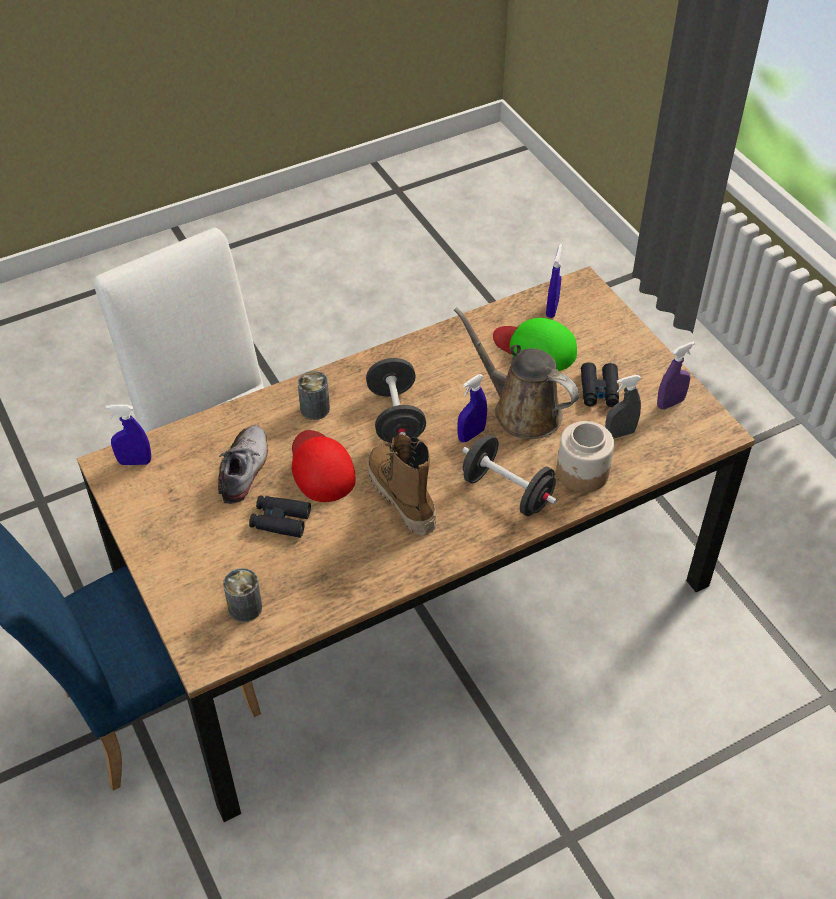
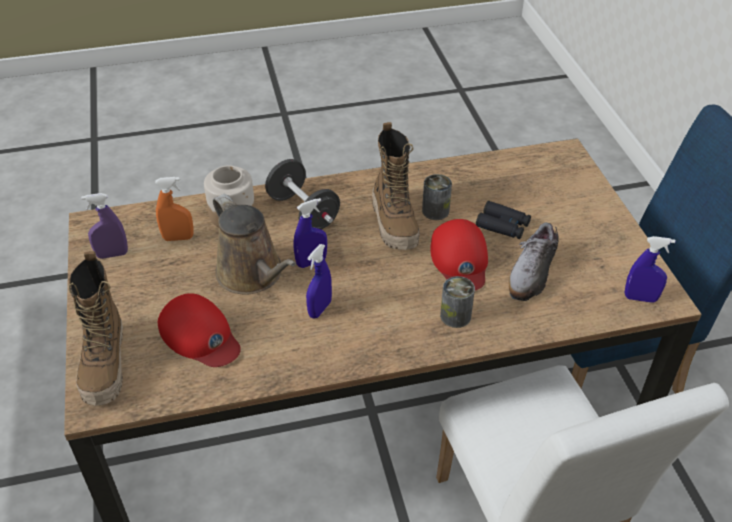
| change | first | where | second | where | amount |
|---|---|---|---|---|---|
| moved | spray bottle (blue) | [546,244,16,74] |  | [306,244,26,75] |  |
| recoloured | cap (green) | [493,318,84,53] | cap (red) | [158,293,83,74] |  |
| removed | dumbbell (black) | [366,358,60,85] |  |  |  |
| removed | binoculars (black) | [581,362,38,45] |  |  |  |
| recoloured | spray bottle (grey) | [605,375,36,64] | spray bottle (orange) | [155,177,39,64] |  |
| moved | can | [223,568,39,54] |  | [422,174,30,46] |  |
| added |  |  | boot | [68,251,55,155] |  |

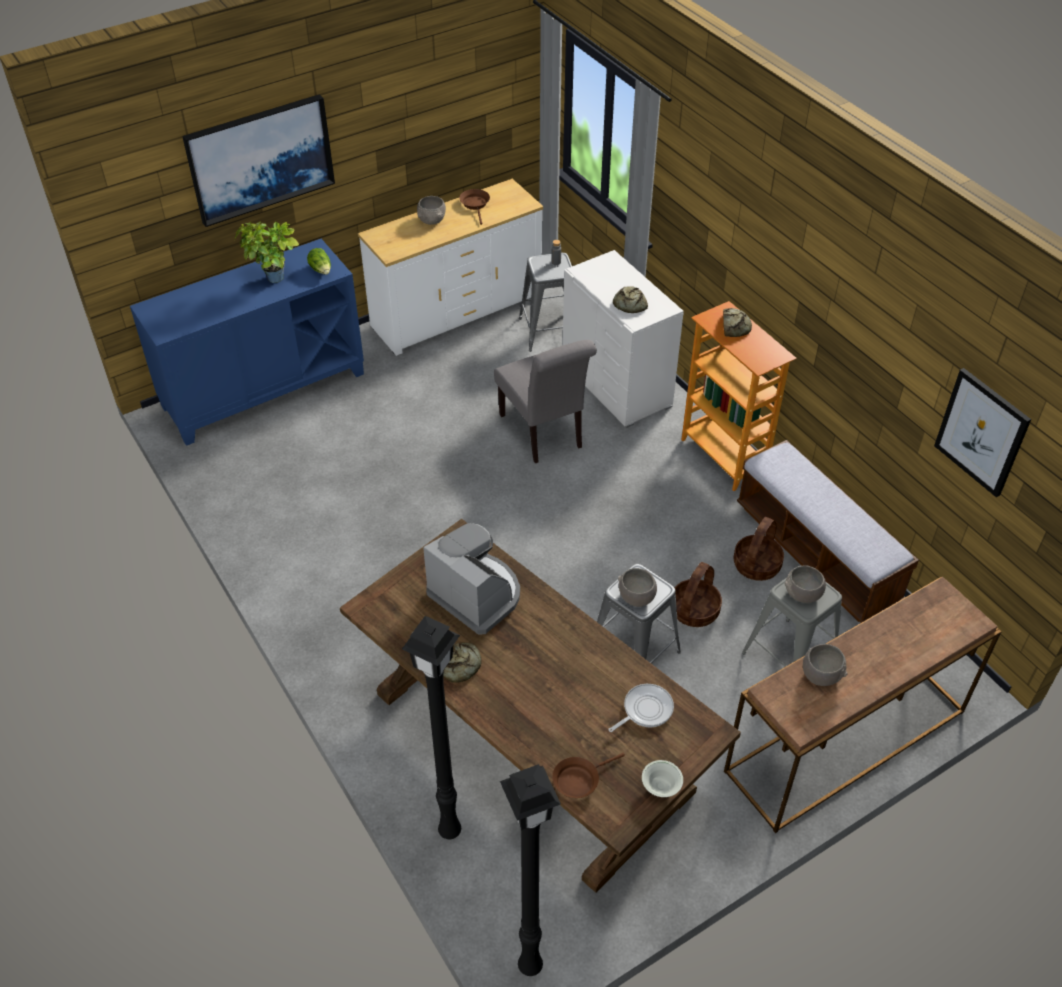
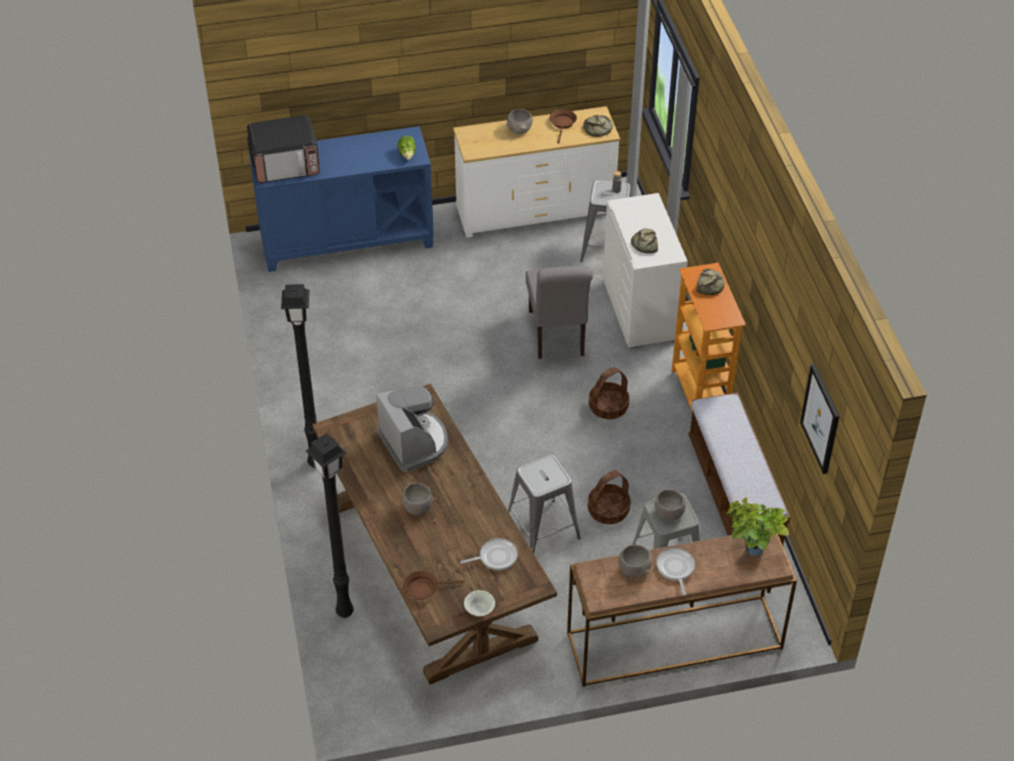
| change | first | where | second | where | amount |
|---|---|---|---|---|---|
| removed | picture | [182,94,153,133] |  |  |  |
| moved | potted plant | [234,221,65,62] |  | [726,497,63,59] |  |
| moved | basket | [734,517,50,64] |  | [589,367,40,52] |  |
| moved | bowl (grey) | [618,568,39,39] |  | [402,483,31,32] |  |
| moved | bread | [443,643,39,40] |  | [583,115,30,22] |  |
| moved | floor lamp (black) | [500,764,61,212] |  | [281,284,37,184] |  |
| added |  |  | microwave | [247,115,73,68] |  |
| added |  |  | frying pan | [656,548,39,48] |  |

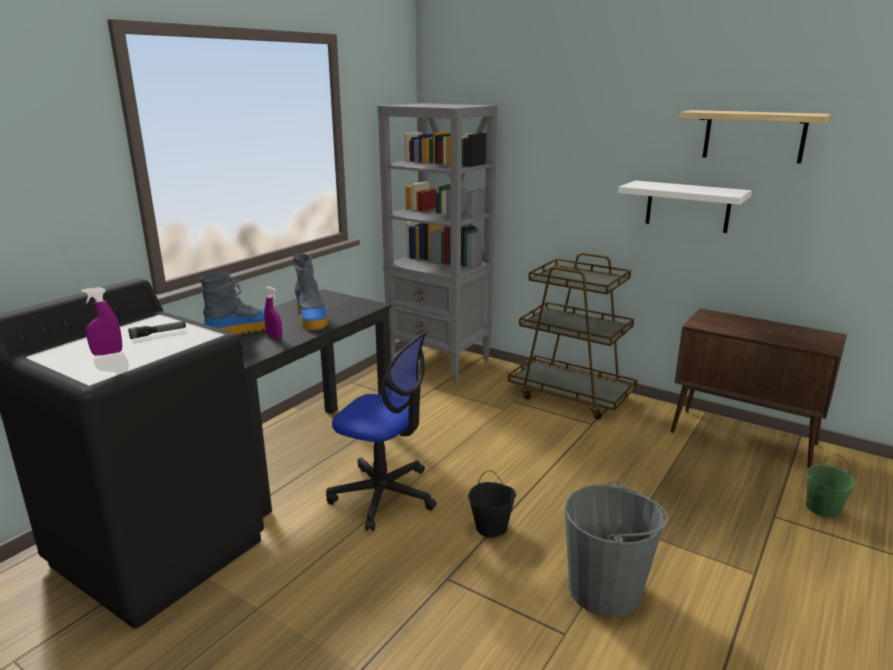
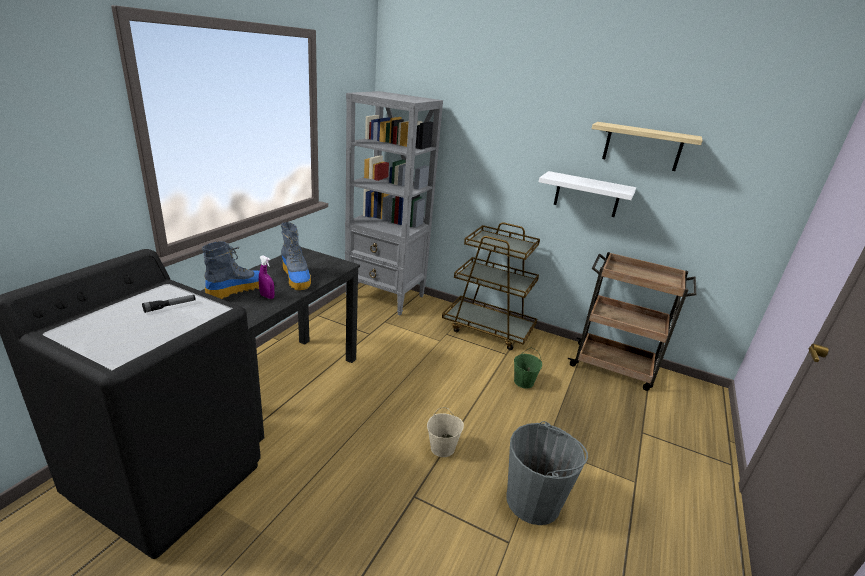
| change | first | where | second | where | amount |
|---|---|---|---|---|---|
| removed | spray bottle (purple) | [81,287,41,69] |  |  |  |
| replaced | cabinet (brown) | [671,308,176,161] | cart (brown) | [568,252,128,139] |  |
| removed | office chair | [326,331,111,200] |  |  |  |
| moved | bucket (green) | [806,454,49,64] |  | [514,348,28,40] |  |
| recoloured | bucket (black) | [468,471,48,66] | bucket (beige) | [427,408,37,49] |  |

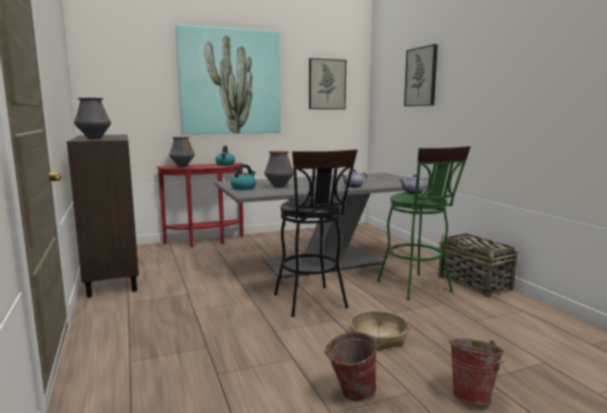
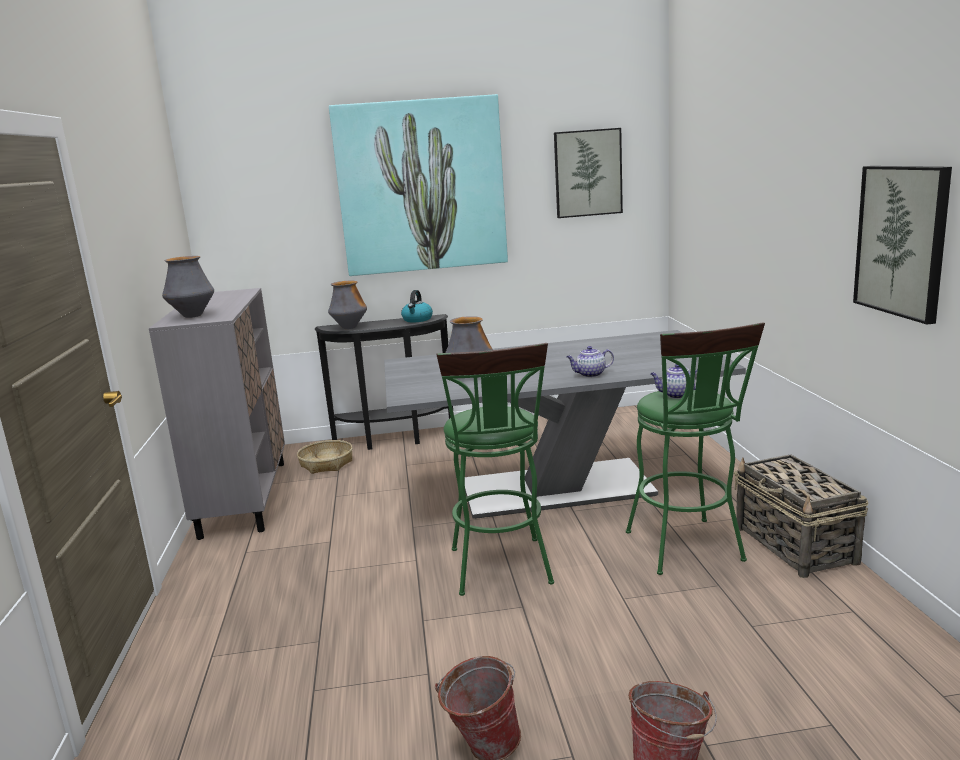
| change | first | where | second | where | amount |
|---|---|---|---|---|---|
| moved | picture | [404,44,34,62] |  | [853,166,99,159] |  |
| recoloured | cabinet (brown) | [67,135,72,163] | cabinet (grey) | [149,288,136,252] |  |
| recoloured | stool (black) | [274,149,83,168] | stool (green) | [436,343,118,253] |  |
| recoloured | console table (red) | [157,163,87,84] | console table (black) | [315,314,138,136] |  |
| removed | kettle | [231,164,25,26] |  |  |  |
| moved | basket | [350,311,59,40] |  | [297,440,56,34] |  |

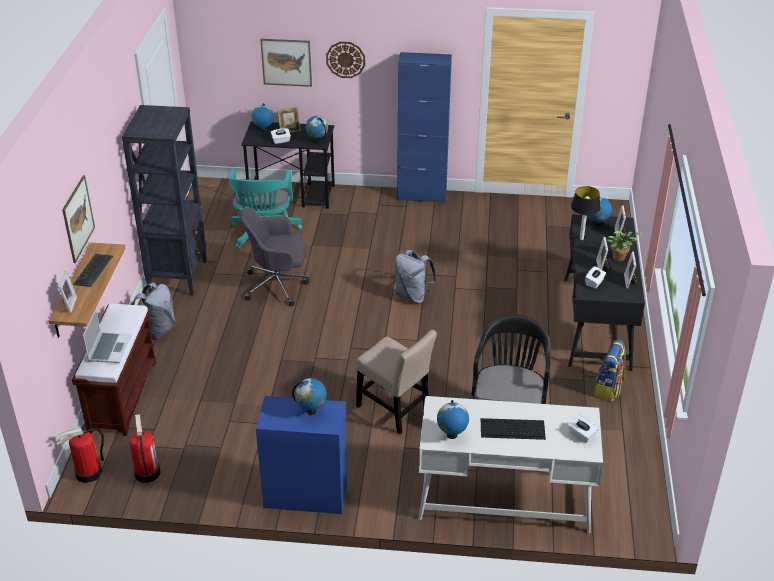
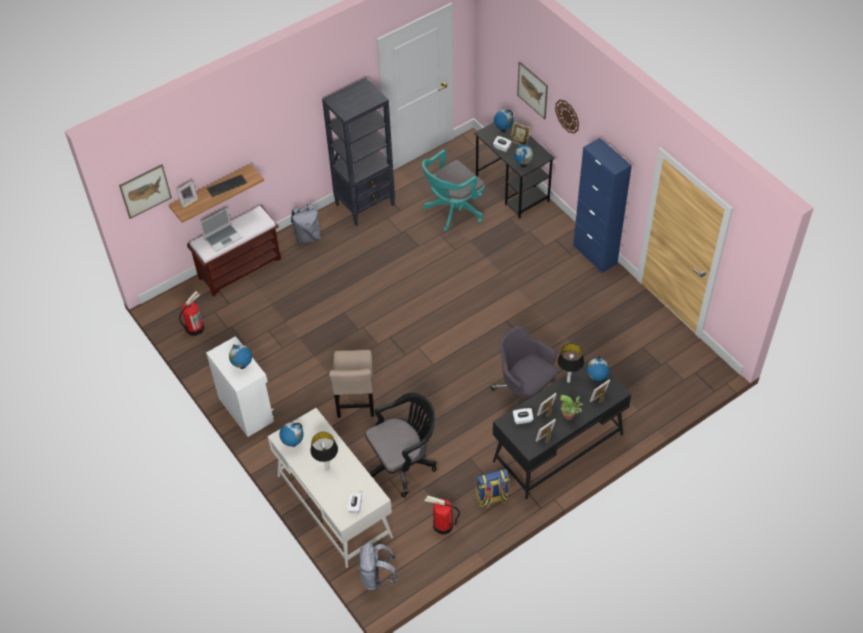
| change | first | where | second | where | amount |
|---|---|---|---|---|---|
| moved | picture | [62,175,33,88] |  | [119,164,53,55] |  |
| moved | office chair (grey) | [241,206,68,100] |  | [490,326,69,81] |  |
| moved | backpack (grey) | [395,250,42,54] |  | [359,542,38,48] |  |
| recoloured | cabinet (blue) | [256,396,91,118] | cabinet (white) | [206,336,70,101] |  |
| replaced | keyboard | [481,418,65,22] | table lamp | [310,432,28,38] |  |
| moved | fire extinguisher | [57,428,47,55] |  | [425,495,35,39] |  |

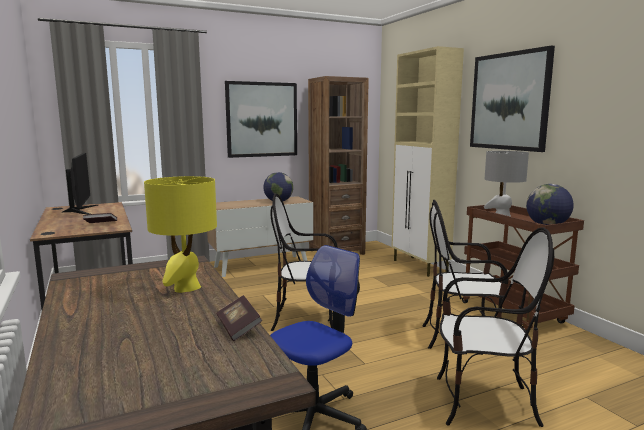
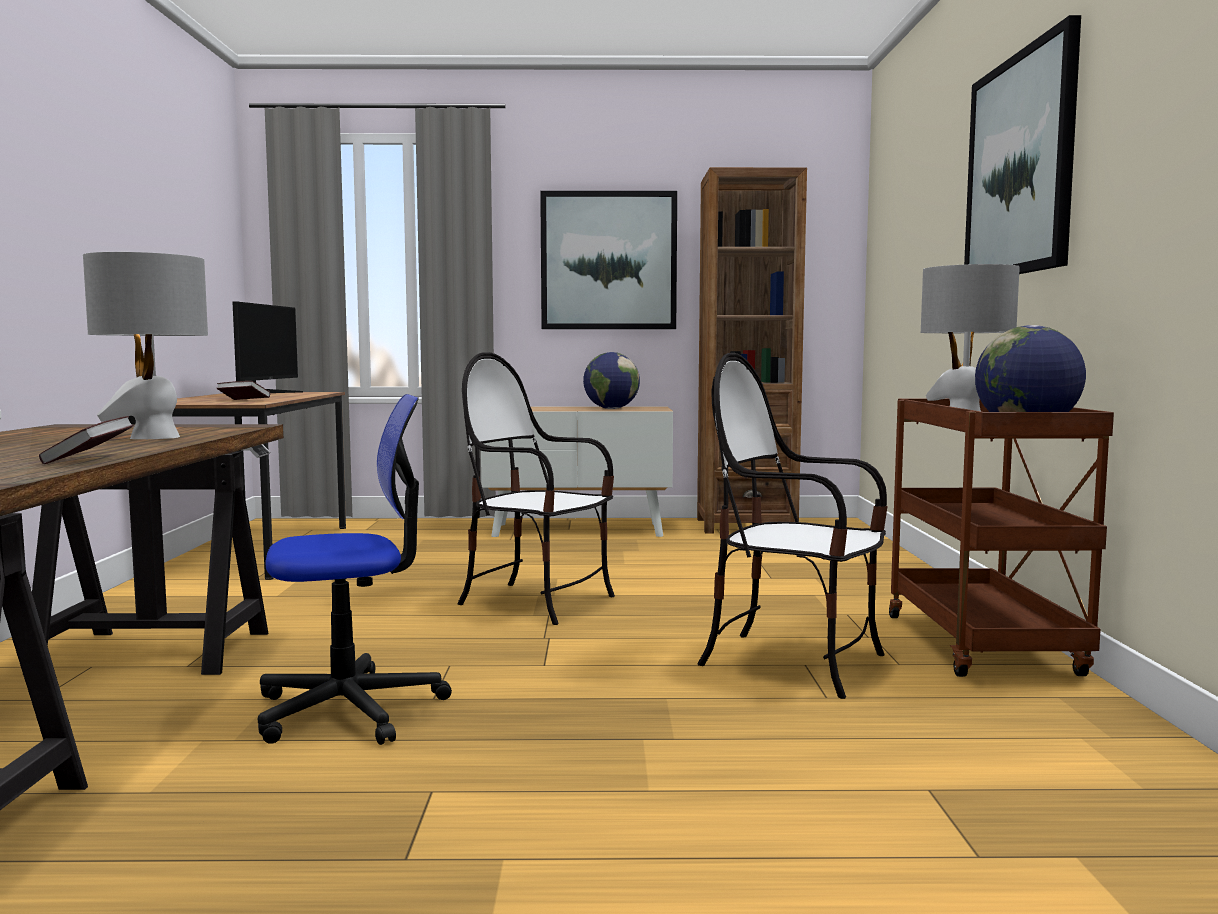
| change | first | where | second | where | amount |
|---|---|---|---|---|---|
| removed | cabinet (beige) | [391,46,73,231] |  |  |  |
| recoloured | table lamp (yellow) | [144,176,73,117] | table lamp (grey) | [83,252,125,187] |  |
| removed | chair | [437,227,117,200] |  |  |  |

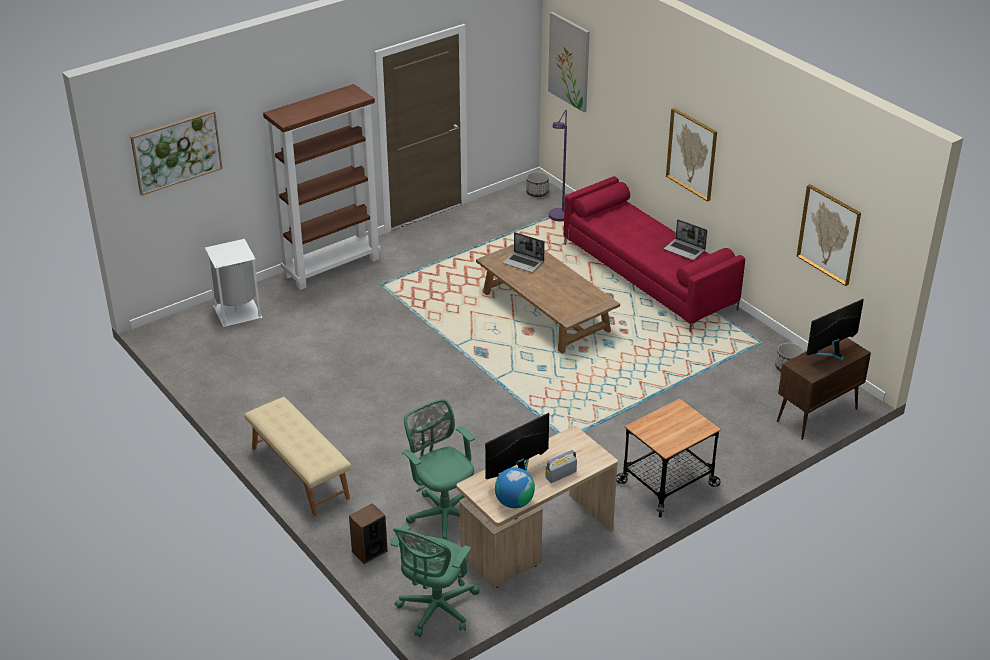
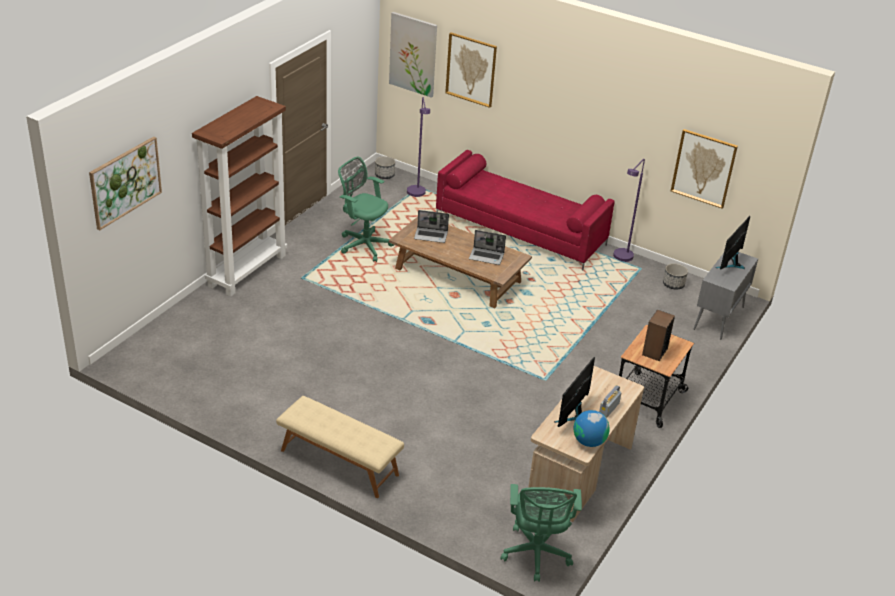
| change | first | where | second | where | amount |
|---|---|---|---|---|---|
| moved | picture | [666,108,51,94] |  | [445,33,52,75] |  |
| moved | laptop | [664,219,43,41] |  | [469,230,37,35] |  |
| removed | trash can (white) | [205,239,58,88] |  |  |  |
| recoloured | cabinet (brown) | [777,338,94,102] | cabinet (grey) | [694,252,64,88] |  |
| moved | office chair (green) | [402,399,73,141] |  | [338,157,56,105] |  |
| moved | speaker | [349,503,39,61] |  | [642,310,33,51] |  |
| added |  |  | floor lamp (purple) | [613,159,32,103] |  |

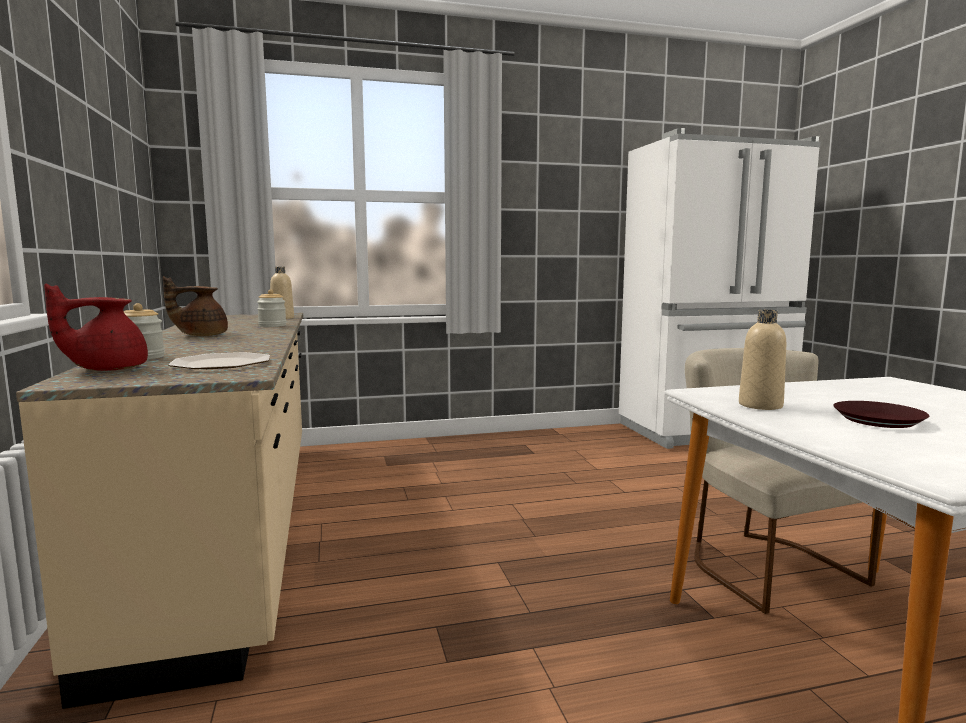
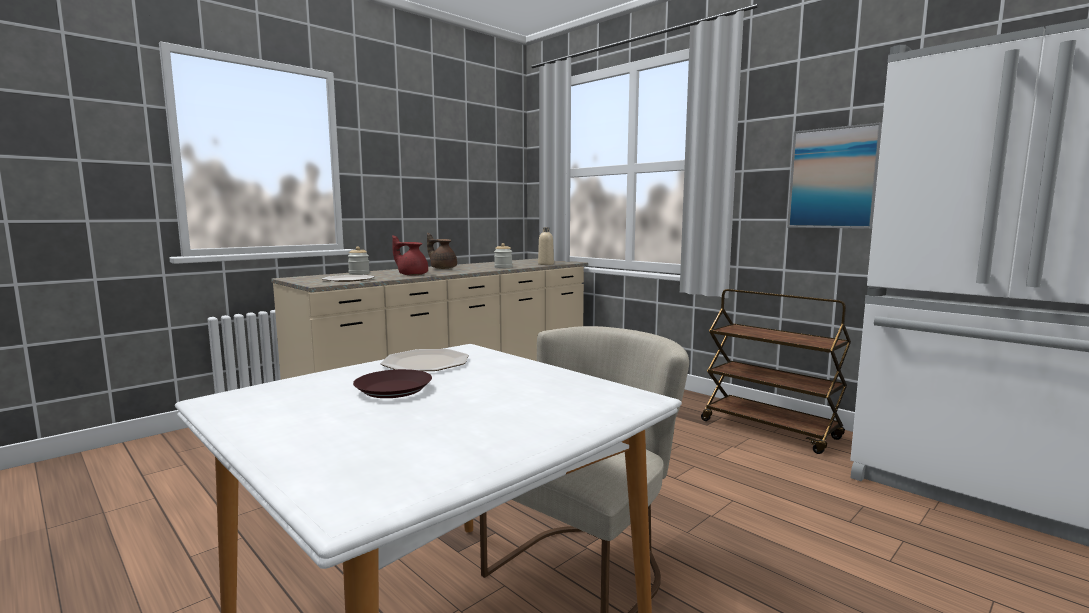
| change | first | where | second | where | amount |
|---|---|---|---|---|---|
| moved | teapot (red) | [44,284,104,87] |  | [392,235,36,41] |  |
| replaced | bottle (beige) | [739,310,47,100] | plate | [380,349,89,22] |  |
| added |  |  | picture | [787,122,95,107] |  |
| added |  |  | cart (brown) | [701,289,150,165] |  |

